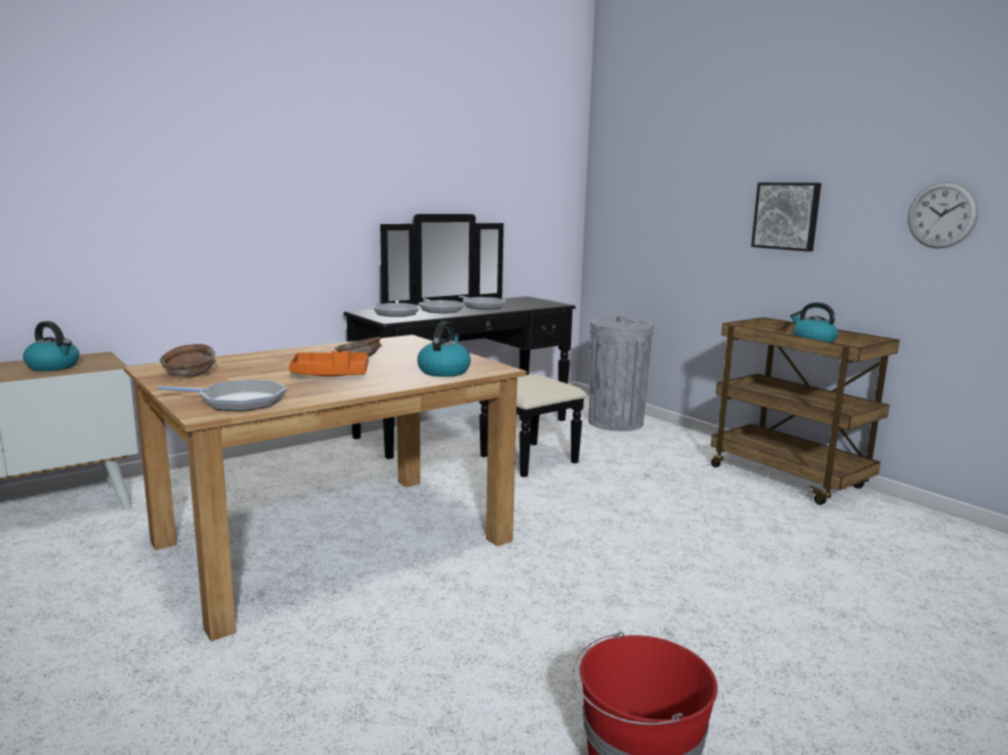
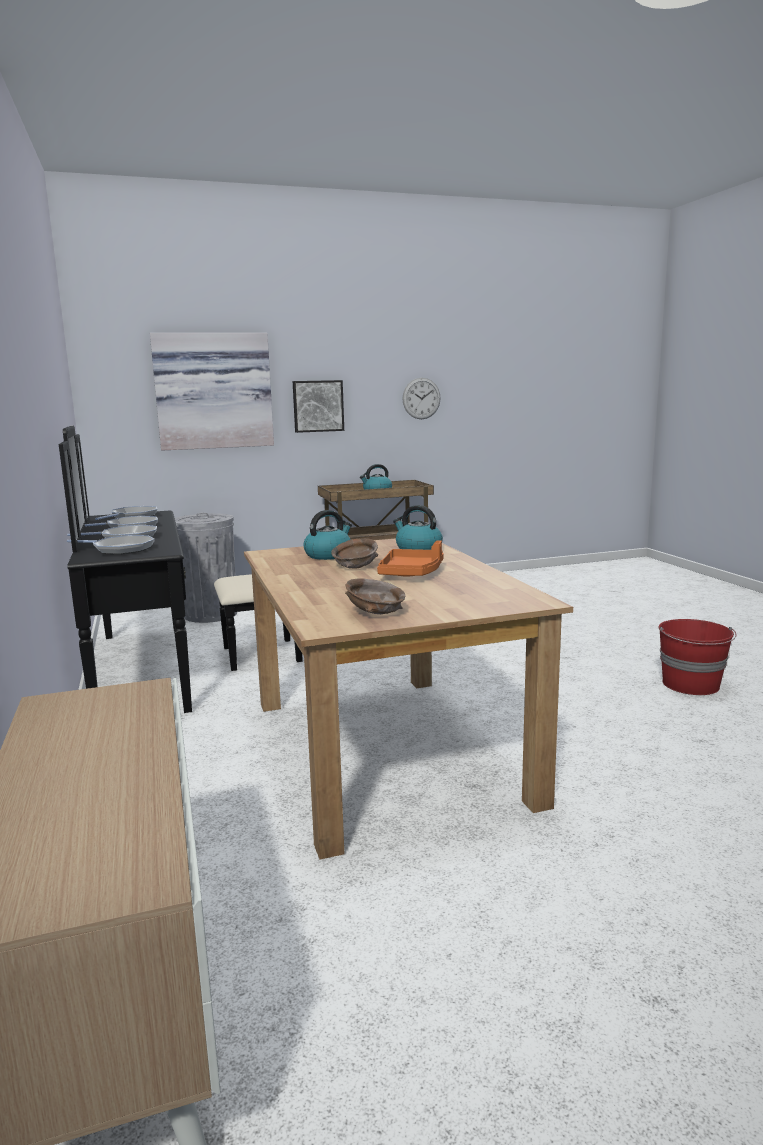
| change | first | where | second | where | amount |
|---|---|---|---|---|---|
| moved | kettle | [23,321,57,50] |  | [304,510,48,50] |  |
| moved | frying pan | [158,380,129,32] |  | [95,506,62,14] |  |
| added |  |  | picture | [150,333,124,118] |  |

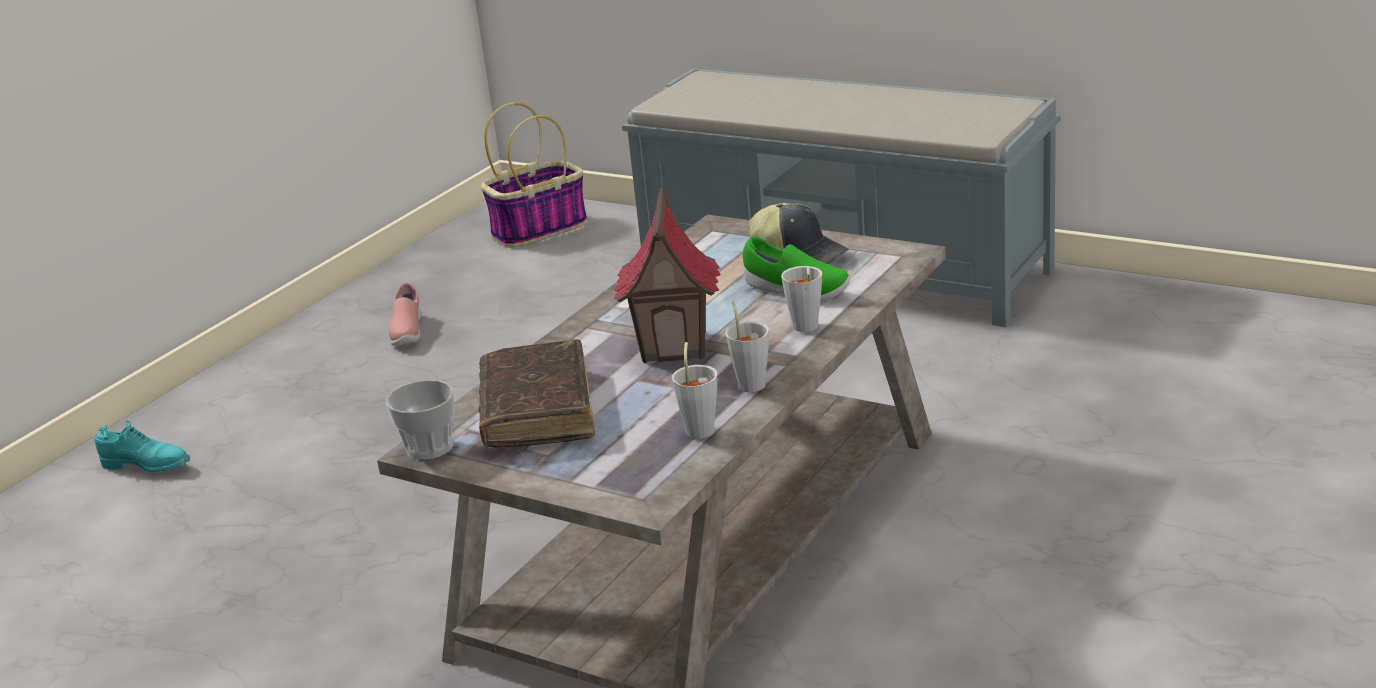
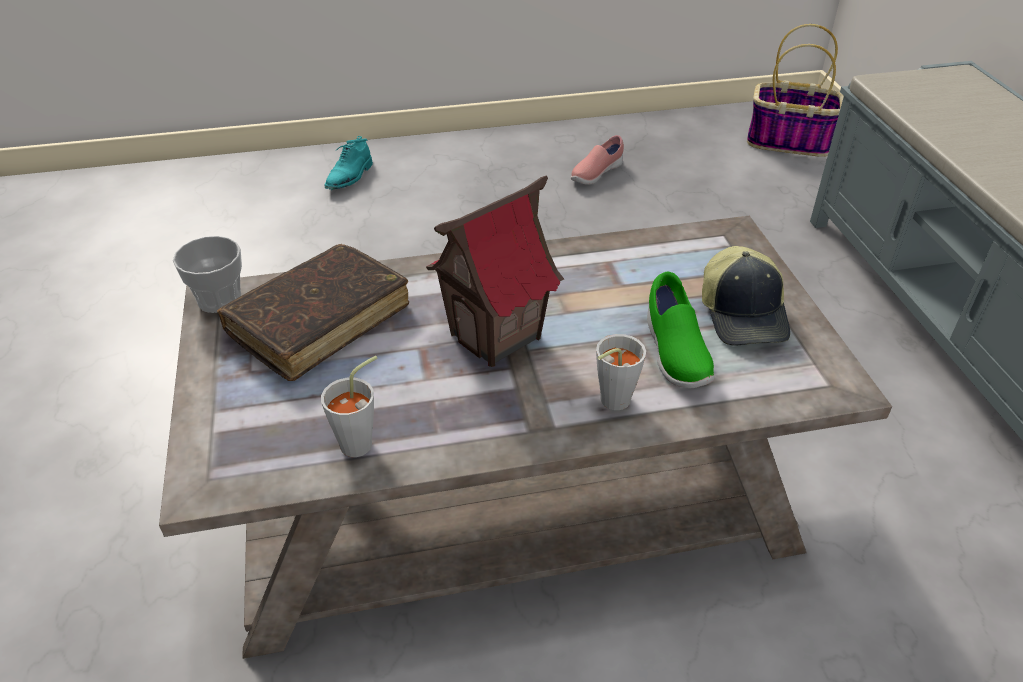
| change | first | where | second | where | amount |
|---|---|---|---|---|---|
| removed | cup (grey) | [725,301,44,91] |  |  |  |
| turned | shoe (turquoise) | [94,420,96,52] |  | [324,136,49,54] | 45 degrees clockwise |

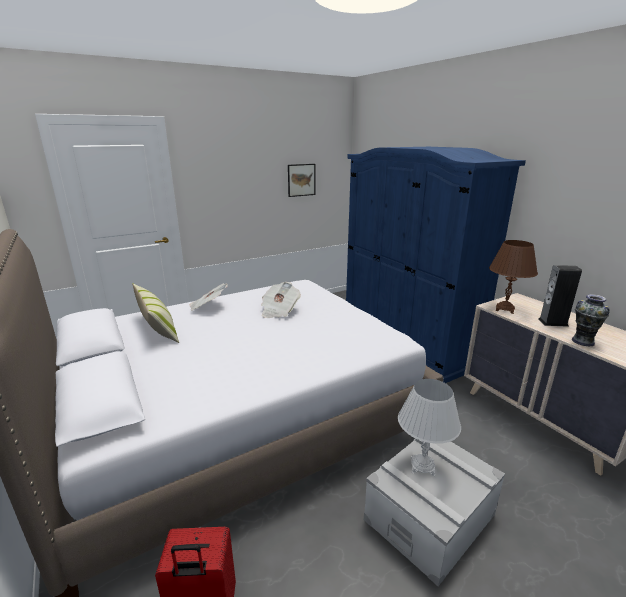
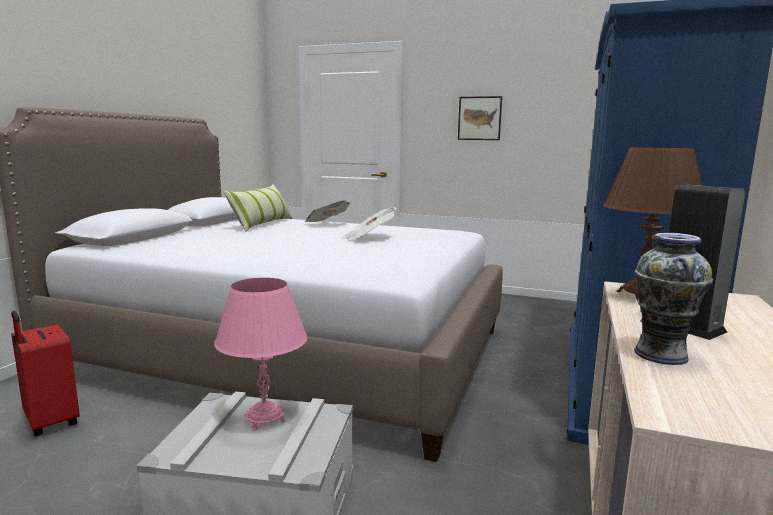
| change | first | where | second | where | amount |
|---|---|---|---|---|---|
| moved | picture | [288,164,27,33] |  | [458,96,44,44] |  |
| recoloured | table lamp (white) | [398,379,63,97] | table lamp (pink) | [214,278,94,153] |  |

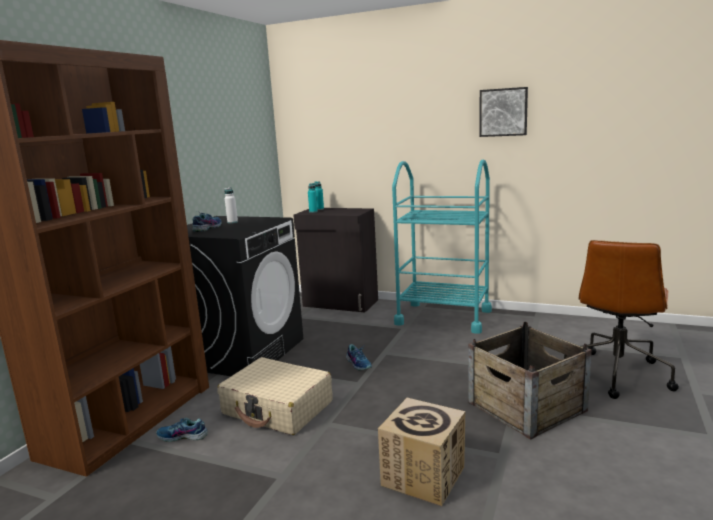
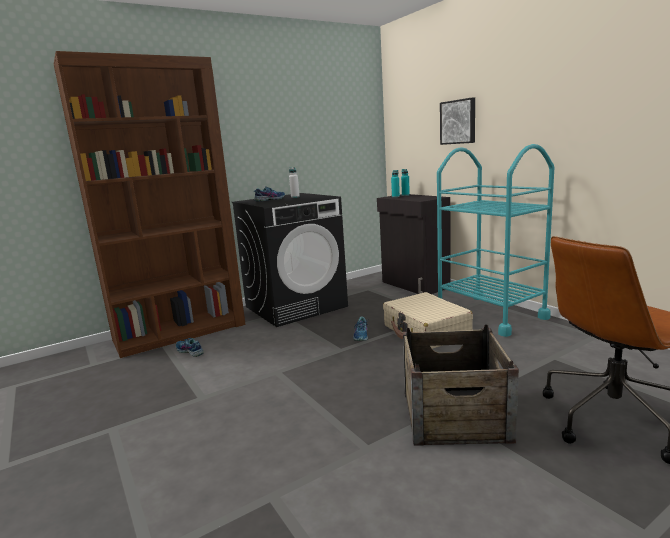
| change | first | where | second | where | amount |
|---|---|---|---|---|---|
| moved | picture | [479,87,49,50] |  | [440,98,35,47] |  |
| moved | suitcase (beige) | [217,357,116,78] |  | [383,292,90,57] |  |
| removed | cardboard box | [378,398,87,108] |  |  |  |

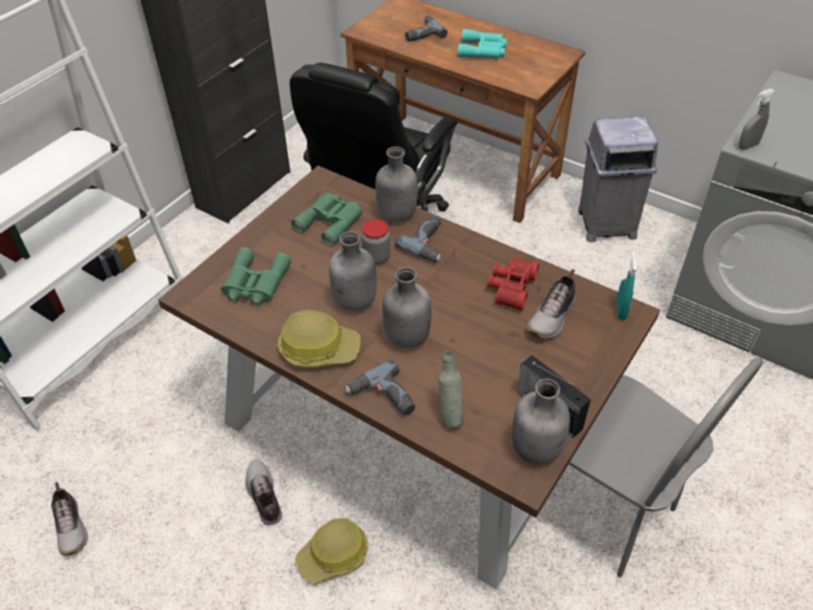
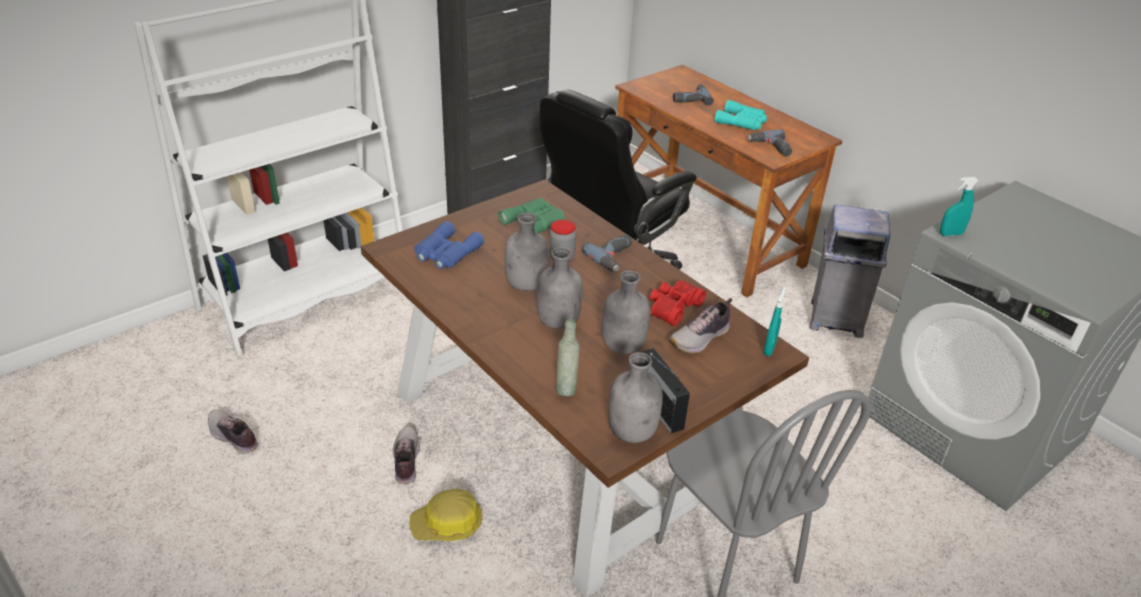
| change | first | where | second | where | amount |
|---|---|---|---|---|---|
| recoloured | spray bottle (grey) | [738,89,37,61] | spray bottle (turquoise) | [940,177,39,59] |  |
| moved | bottle (grey) | [375,146,43,76] |  | [602,271,48,83] |  |
| recoloured | binoculars (green) | [221,247,70,59] | binoculars (blue) | [414,221,70,48] |  |
| removed | hard hat | [278,310,82,58] |  |  |  |
| moved | power drill | [345,359,70,57] |  | [747,129,45,28] |  |
| turned | shoe | [51,482,37,74] |  | [208,409,50,45] | 135 degrees clockwise |

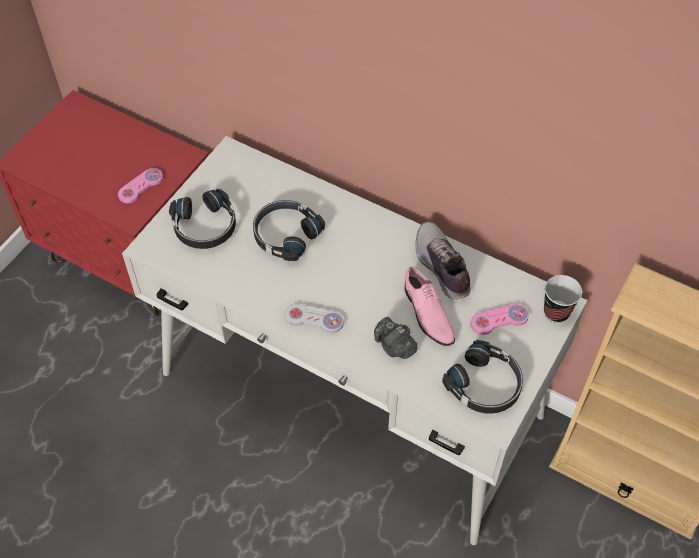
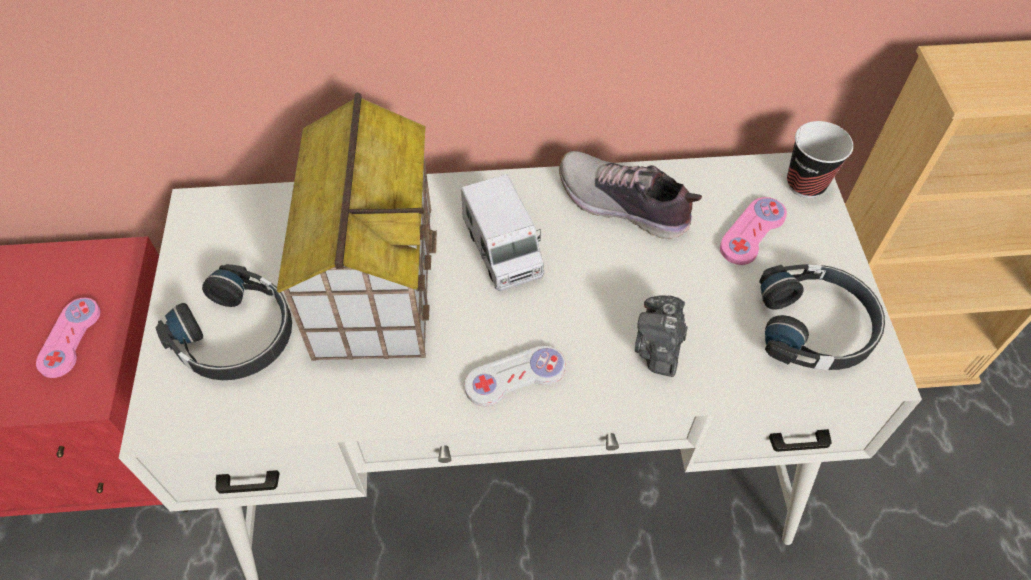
| change | first | where | second | where | amount |
|---|---|---|---|---|---|
| replaced | headphones (black) | [253,200,72,61] | toy house | [277,92,160,269] |  |
| removed | shoe (pink) | [405,267,50,79] |  |  |  |
| turned | photo camera | [374,317,43,42] |  | [635,295,53,82] | 90 degrees clockwise |
| added |  |  | toy truck | [461,174,83,117] |  |

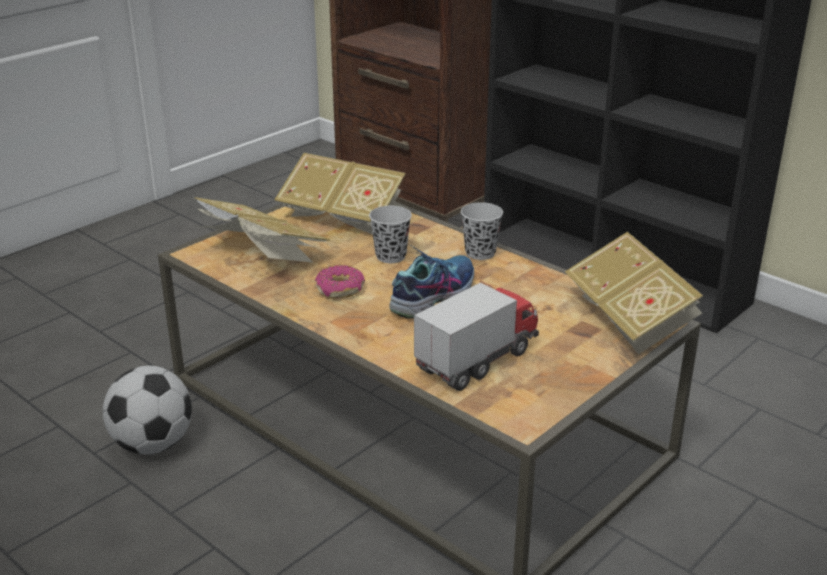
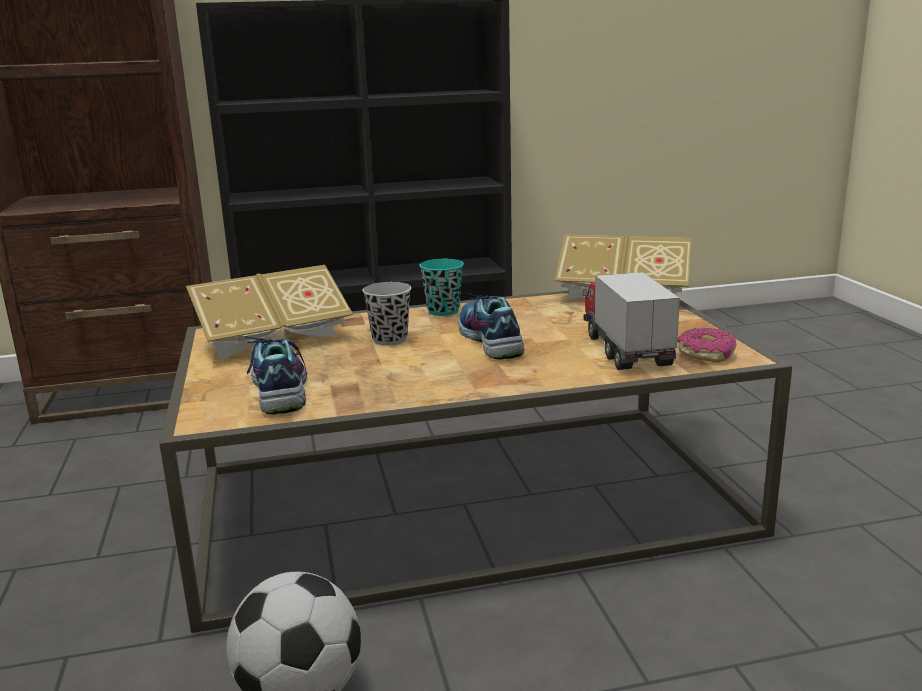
| change | first | where | second | where | amount |
|---|---|---|---|---|---|
| replaced | book | [194,197,136,66] | shoe | [238,336,69,78] |  |
| recoloured | cup (black) | [461,202,42,58] | cup (turquoise) | [419,259,45,57] |  |
| moved | donut | [315,265,50,34] |  | [677,328,60,34] |  |

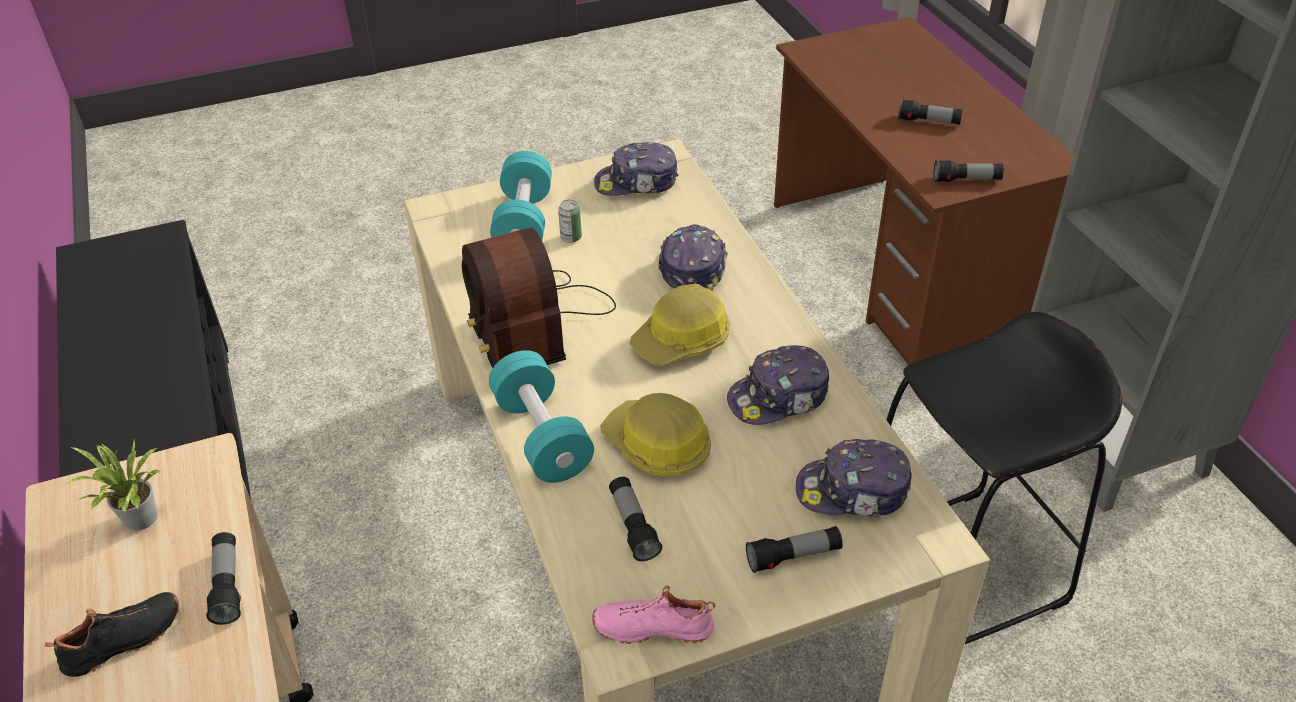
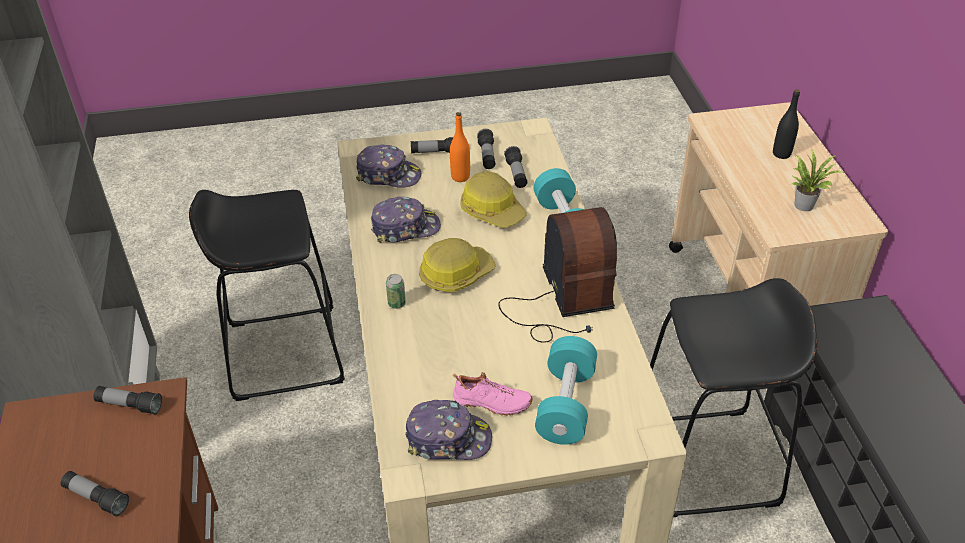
| change | first | where | second | where | amount |
|---|---|---|---|---|---|
| moved | can | [558,200,24,43] |  | [386,274,20,35] |  |
| removed | cap | [659,224,69,67] |  |  |  |
| moved | flashlight | [206,532,35,93] |  | [477,129,18,40] |  |
| moved | shoe (pink) | [592,585,124,59] |  | [453,372,79,44] |  |
| replaced | shoe (black) | [45,592,134,85] | bottle (black) | [773,89,27,70] |  |
| added |  |  | bottle (orange) | [450,112,20,70] |  |
| added |  |  | stool (black) | [650,278,168,239] |  |

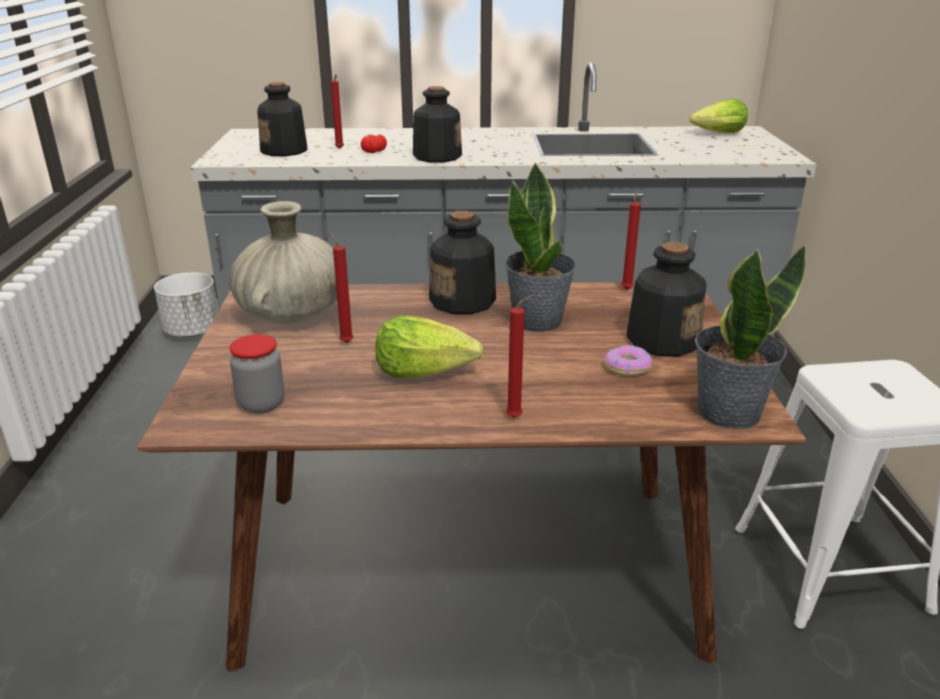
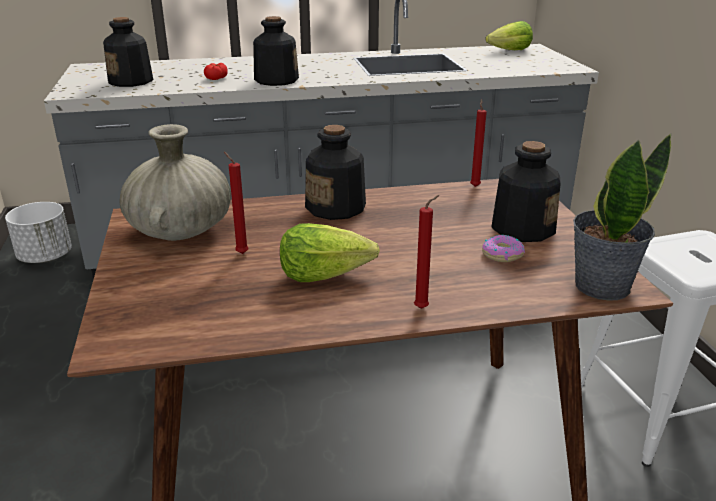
| change | first | where | second | where | amount |
|---|---|---|---|---|---|
| removed | candle (red) | [331,75,13,74] |  |  |  |
| removed | potted plant | [505,162,71,170] |  |  |  |
| removed | jar | [229,334,56,80] |  |  |  |

